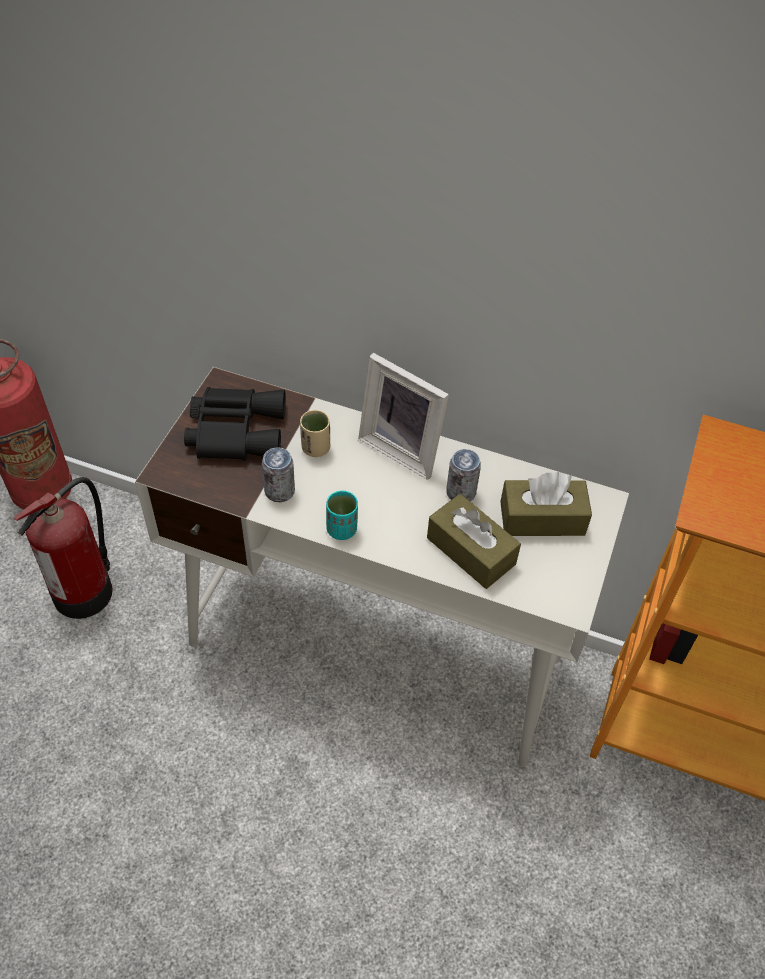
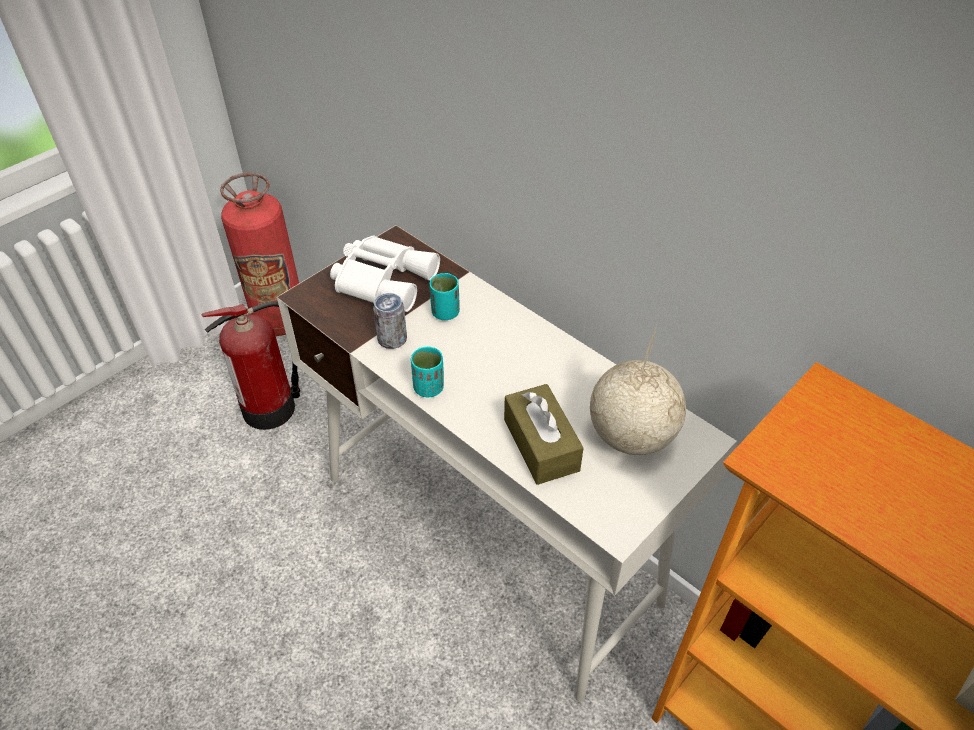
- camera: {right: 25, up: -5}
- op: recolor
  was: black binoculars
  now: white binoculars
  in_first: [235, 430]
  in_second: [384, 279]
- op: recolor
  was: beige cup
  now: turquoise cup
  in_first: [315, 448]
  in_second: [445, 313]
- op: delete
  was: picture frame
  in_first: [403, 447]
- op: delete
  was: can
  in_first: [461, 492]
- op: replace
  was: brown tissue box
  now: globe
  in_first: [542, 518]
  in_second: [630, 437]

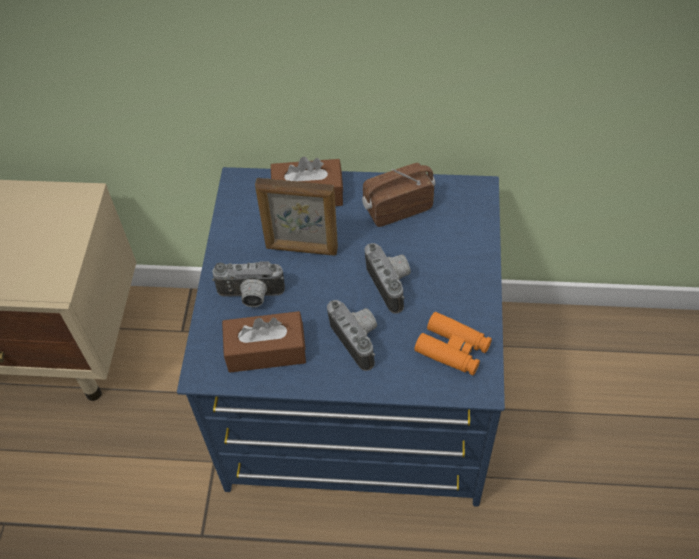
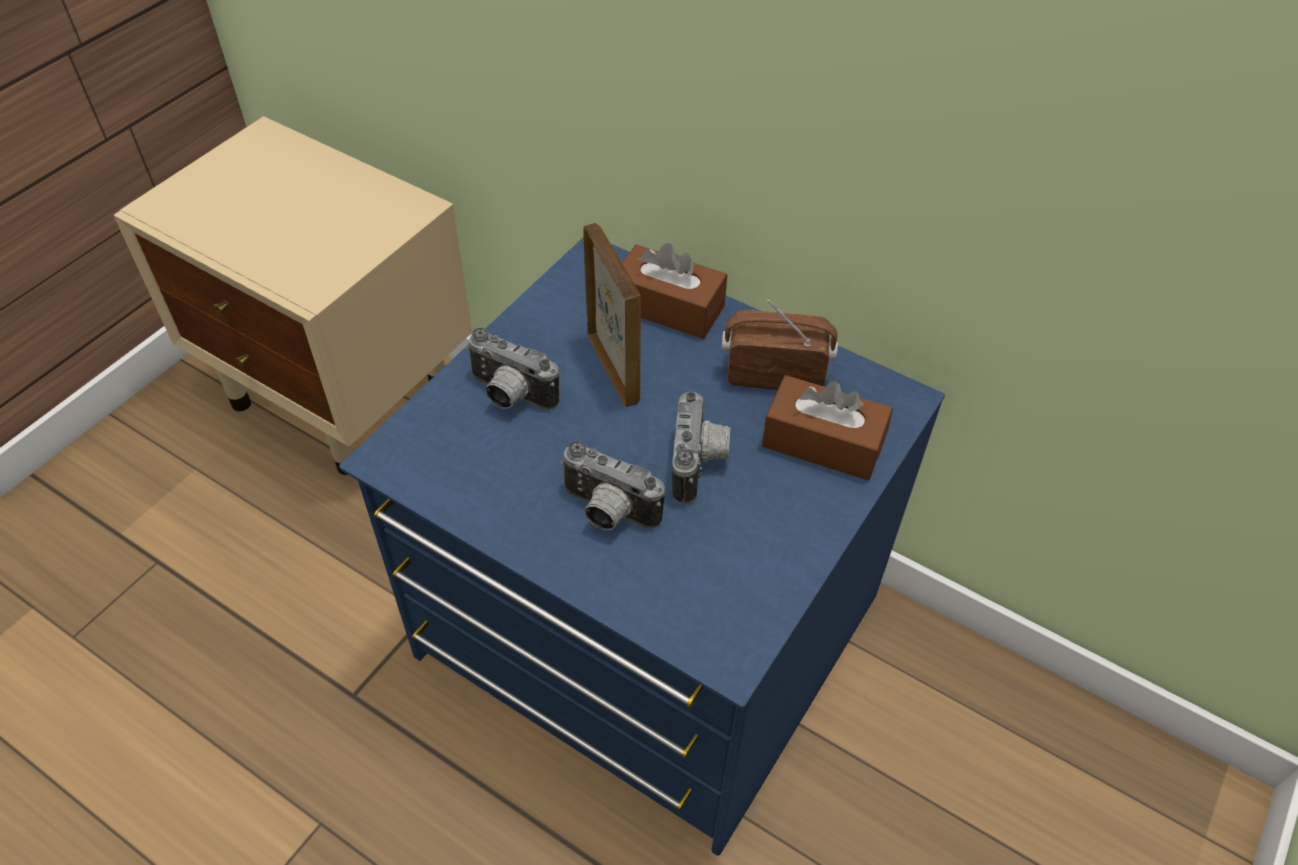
- camera: {right: 25, up: -5}
- op: move
  was: brown tissue box
  in_first: [266, 350]
  in_second: [823, 442]
- op: rotate
  was: picture frame
  in_first: [301, 249]
  in_second: [613, 368]
  clockwise: -150
- op: rotate
  was: photo camera
  in_first: [359, 339]
  in_second: [606, 512]
  clockwise: 120
- op: delete
  was: orange binoculars
  in_first: [453, 349]

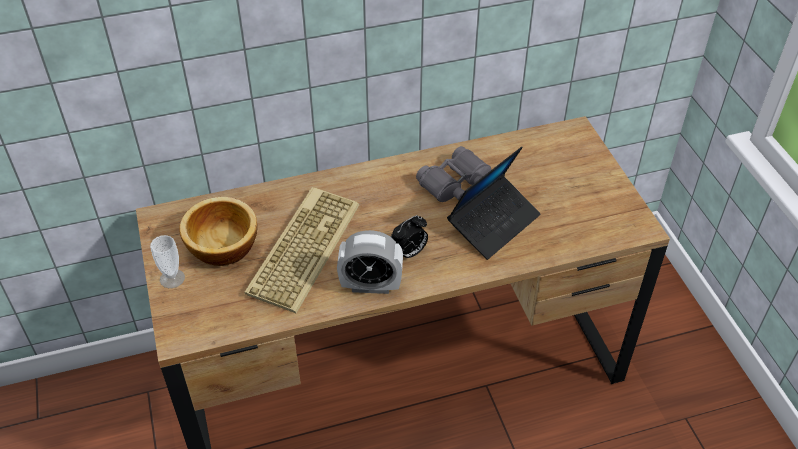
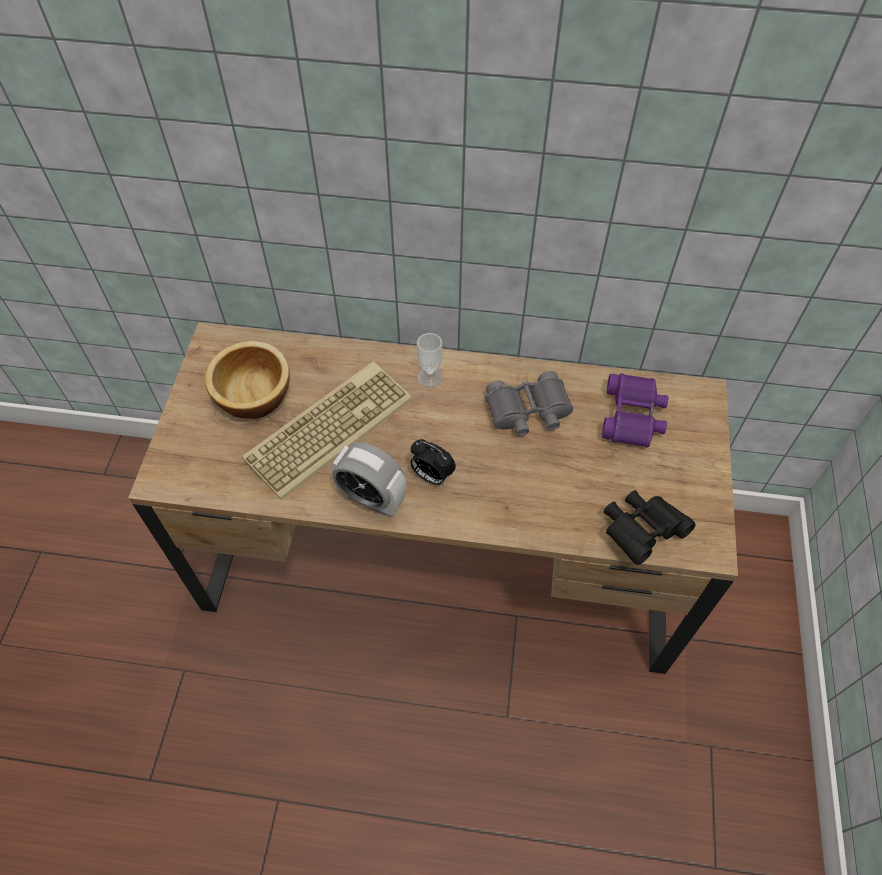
- camera: {right: 25, up: 10}
- op: move
  was: cup
  in_first: [172, 278]
  in_second: [430, 377]
- op: rotate
  was: alarm clock
  in_first: [409, 253]
  in_second: [431, 476]
  clockwise: 45
- op: delete
  was: laptop
  in_first: [493, 223]
- op: insert
  now: purple binoculars
  in_second: [633, 416]
- op: insert
  now: black binoculars
  in_second: [641, 531]

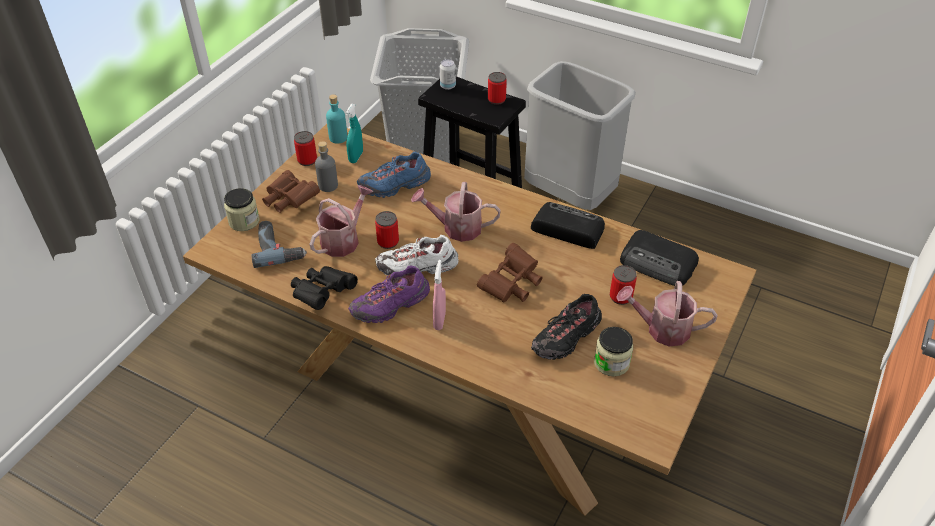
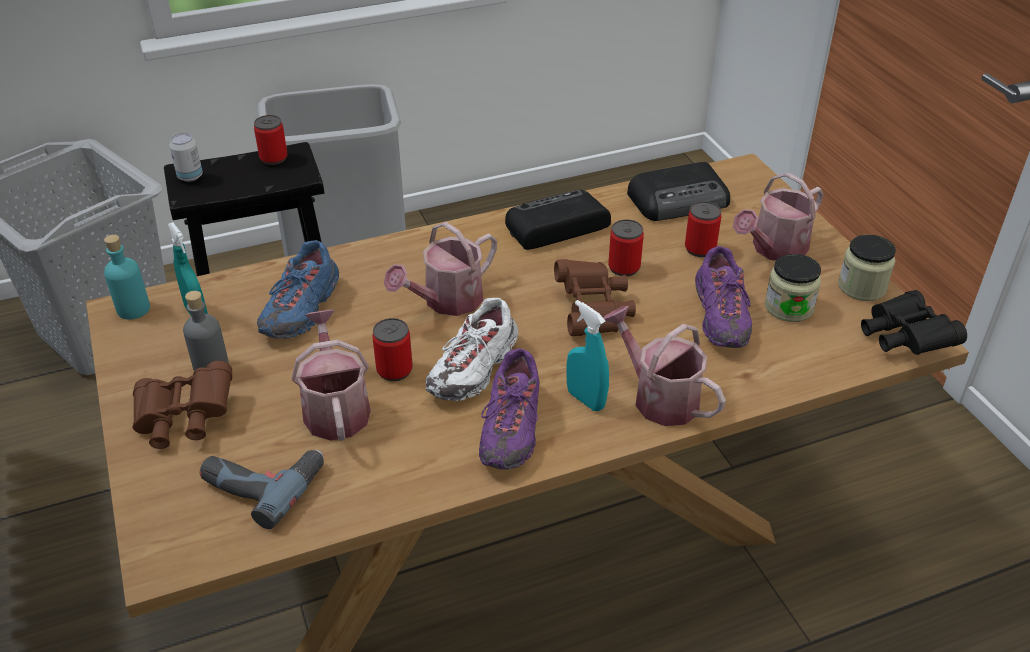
- camera: {right: -50, up: -5}
- op: move
  was: jar
  in_first: [244, 221]
  in_second: [861, 287]
- op: move
  was: black binoculars
  in_first: [322, 294]
  in_second: [903, 339]
- op: move
  was: can
  in_first: [307, 160]
  in_second: [624, 267]
- op: recolor
  was: pink spray bottle
  now: turquoise spray bottle
  in_first: [439, 320]
  in_second: [585, 399]
- op: recolor
  was: black shoe
  now: purple shoe
  in_first: [566, 338]
  in_second: [720, 317]
- op: insert
  now: watering can
  in_second: [659, 397]

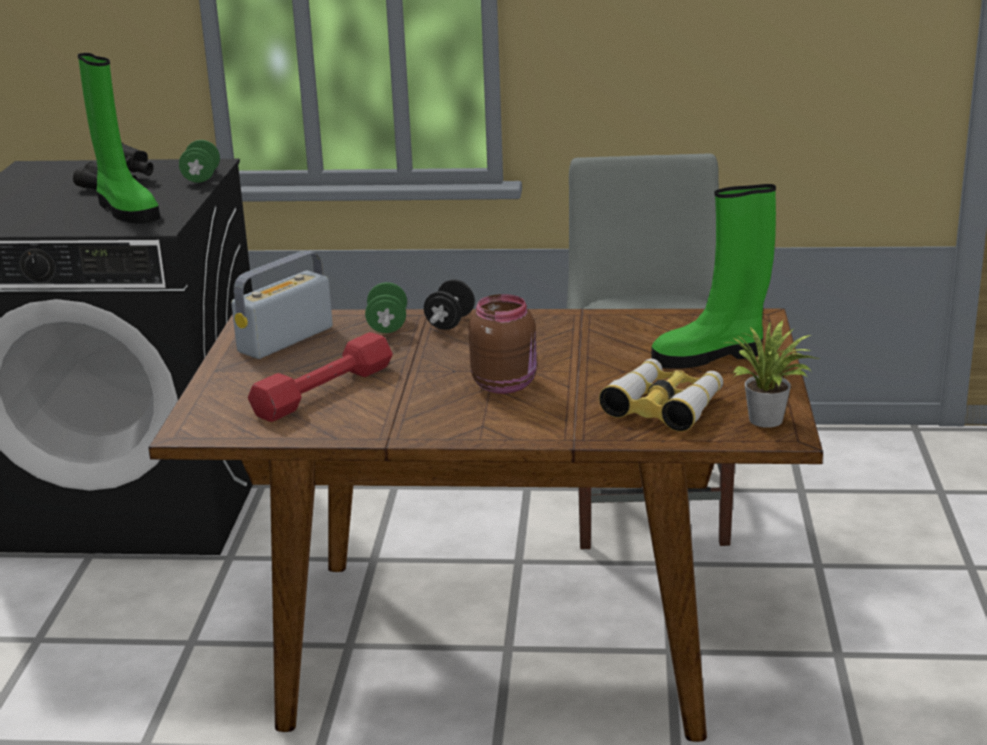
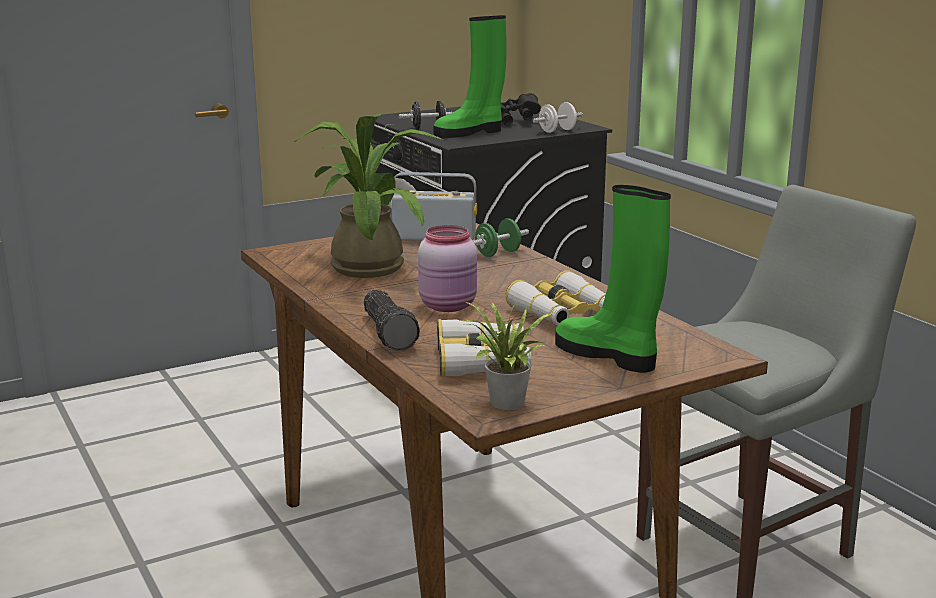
- camera: {right: 55, up: -5}
- op: rotate
  was: green boot
  in_first: [125, 210]
  in_second: [470, 132]
  clockwise: 45
- op: recolor
  was: green dumbbell
  now: white dumbbell
  in_first: [201, 178]
  in_second: [557, 131]
- op: replace
  was: red dumbbell
  now: potted plant
  in_first: [323, 391]
  in_second: [368, 265]
- op: move
  was: black dumbbell
  in_first: [450, 323]
  in_second: [428, 128]
- op: recolor
  was: brown jar
  now: pink jar
  in_first: [505, 384]
  in_second: [449, 306]
- op: insert
  now: flashlight
  in_second: [390, 333]
- op: insert
  now: binoculars
  in_second: [562, 313]

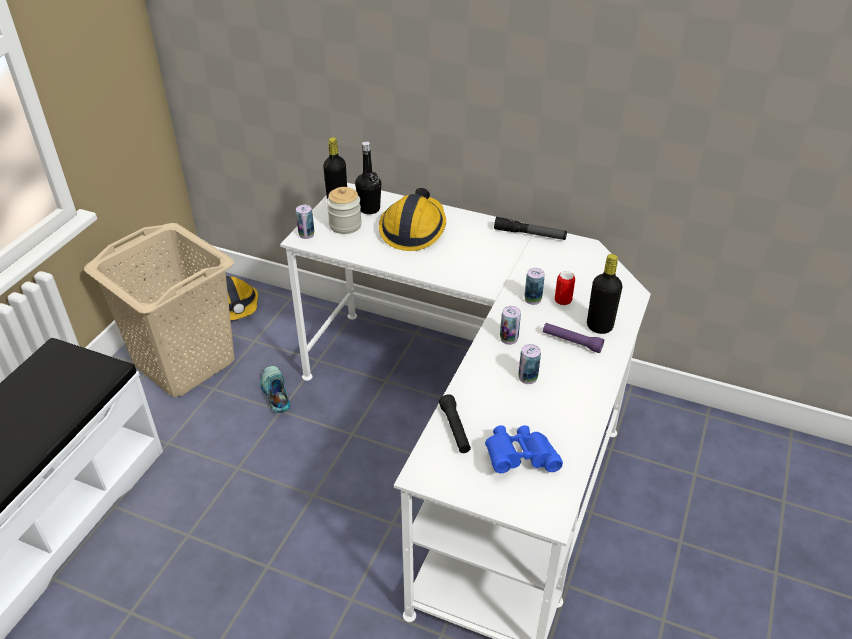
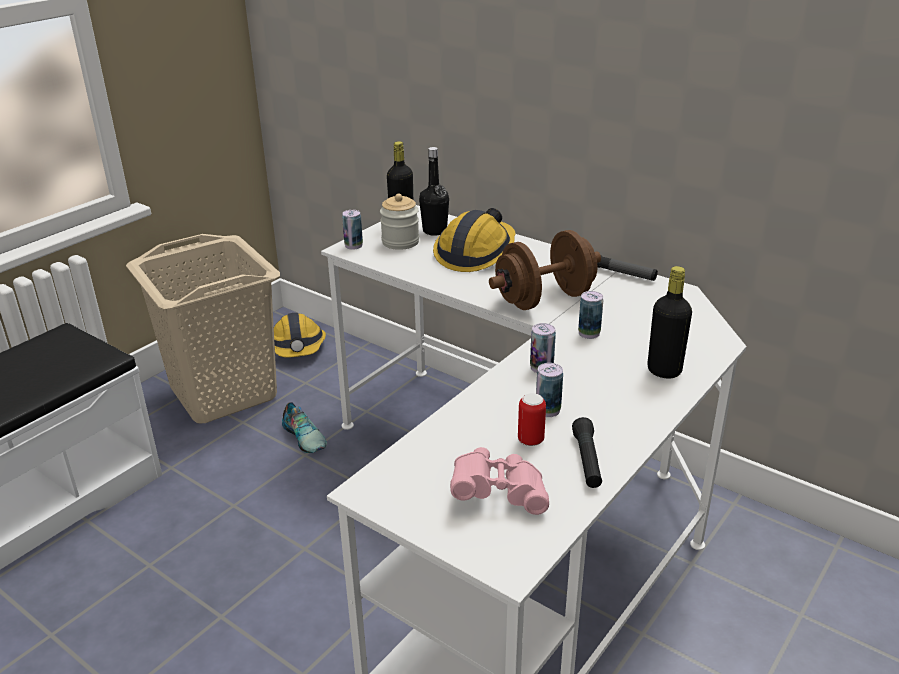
- camera: {right: 15, up: -10}
- op: rotate
  was: shoe
  in_first: [274, 393]
  in_second: [305, 436]
  clockwise: 150
- op: move
  was: black flashlight
  in_first: [455, 429]
  in_second: [587, 461]
- op: recolor
  was: blue binoculars
  now: pink binoculars
  in_first: [519, 458]
  in_second: [499, 494]
- op: delete
  was: purple flashlight
  in_first: [572, 342]
- op: move
  was: can
  in_first: [563, 301]
  in_second: [530, 440]
- op: insert
  now: brown dumbbell
  in_second: [544, 299]

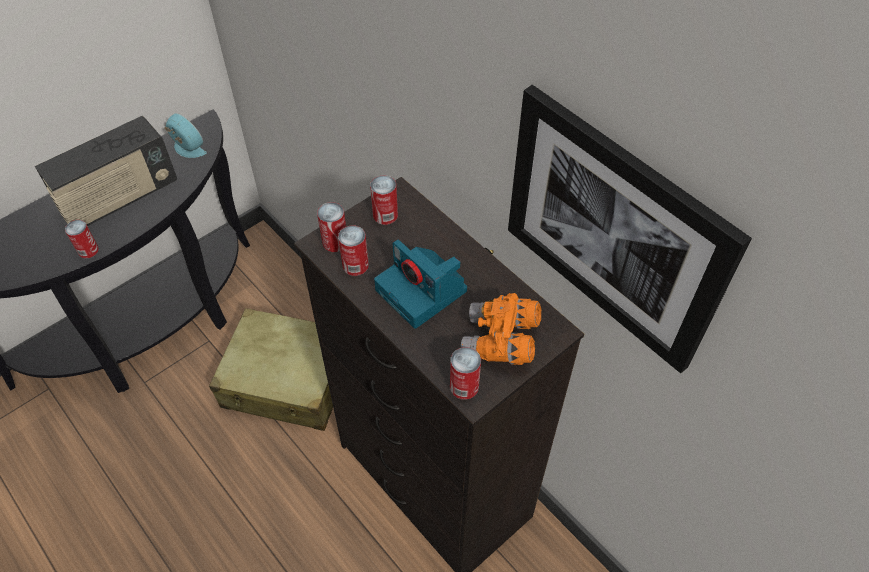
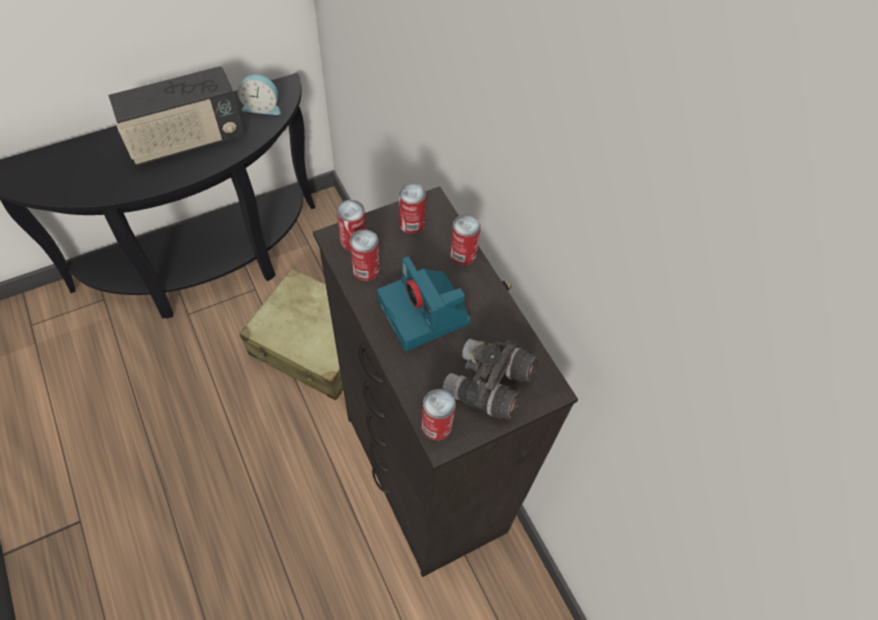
- camera: {right: 10, up: 5}
- op: move
  was: can
  in_first: [88, 250]
  in_second: [463, 254]
- op: rotate
  was: alarm clock
  in_first: [187, 149]
  in_second: [262, 106]
  clockwise: 135
- op: recolor
  was: orange binoculars
  now: grey binoculars
  in_first: [500, 342]
  in_second: [488, 386]
- op: delete
  was: picture
  in_first: [613, 229]

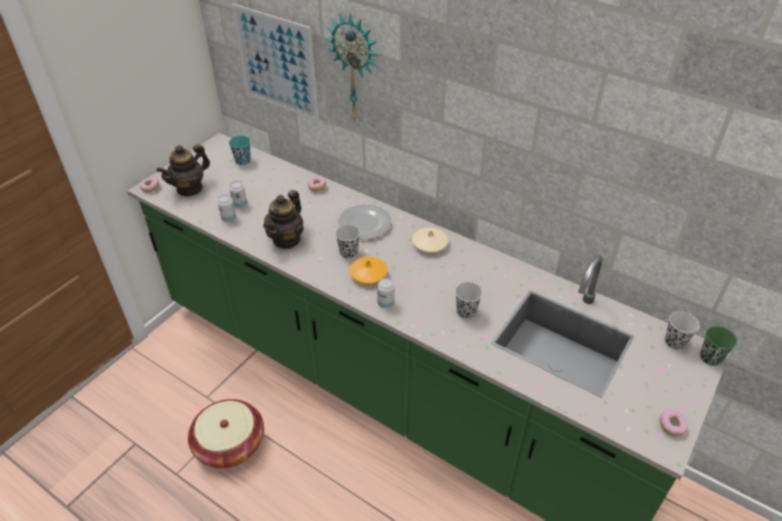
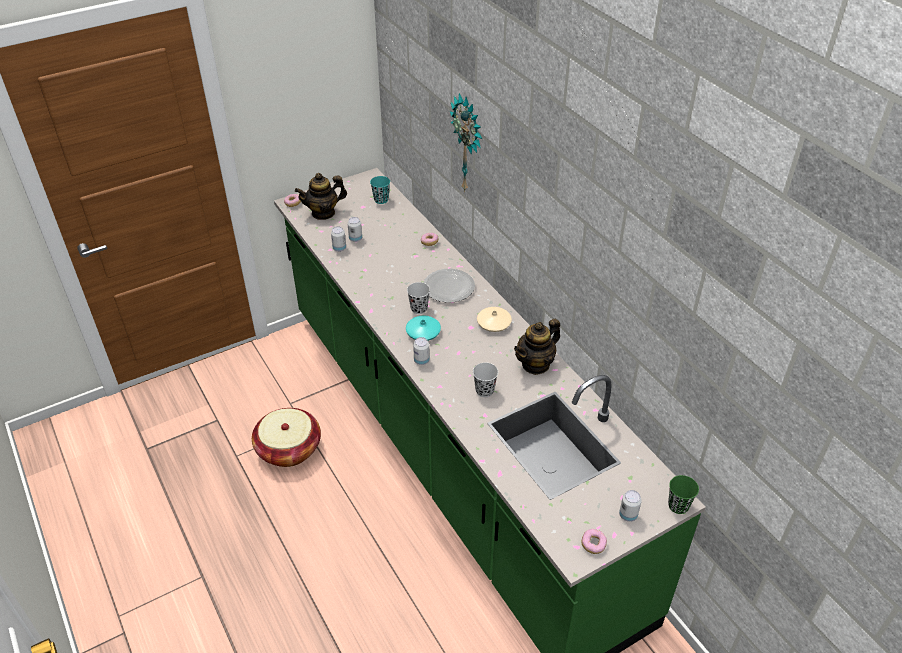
- camera: {right: 25, up: 0}
- op: delete
  was: picture
  in_first: [276, 63]
- op: move
  was: teapot
  in_first: [286, 239]
  in_second: [535, 364]
- op: recolor
  was: orange vase
  now: turquoise vase
  in_first: [368, 274]
  in_second: [423, 332]
- op: delete
  was: black cup
  in_first: [674, 342]
- op: insert
  now: can
  in_second: [628, 515]

